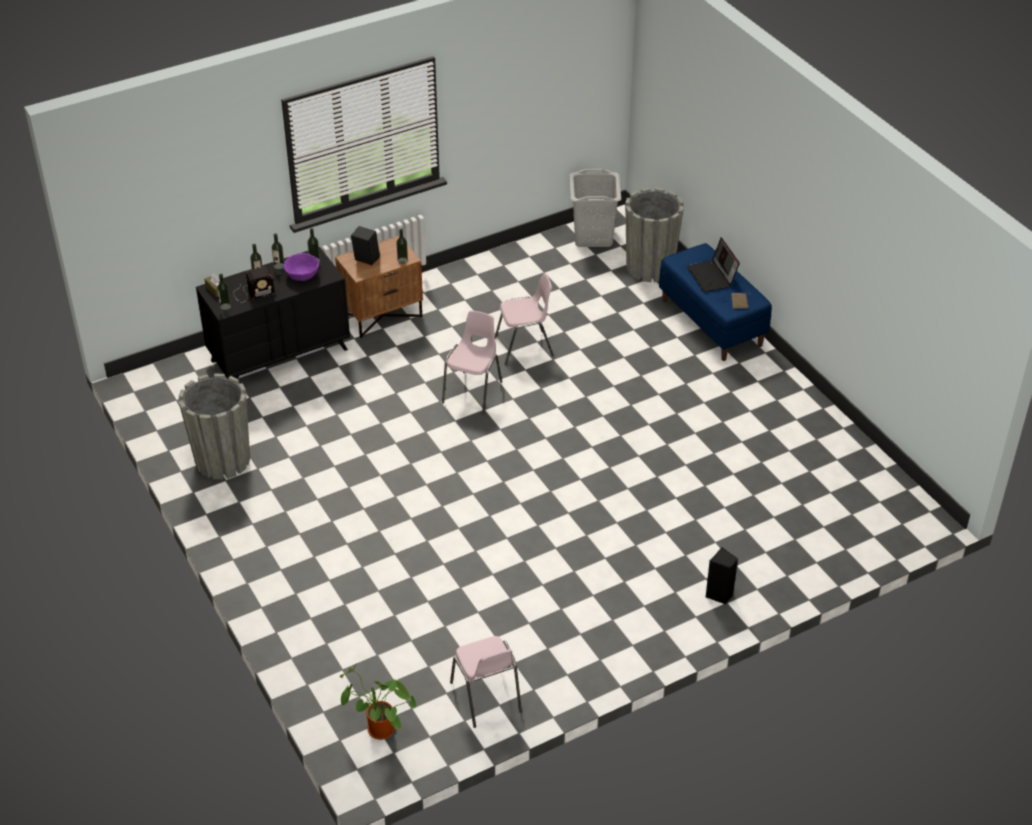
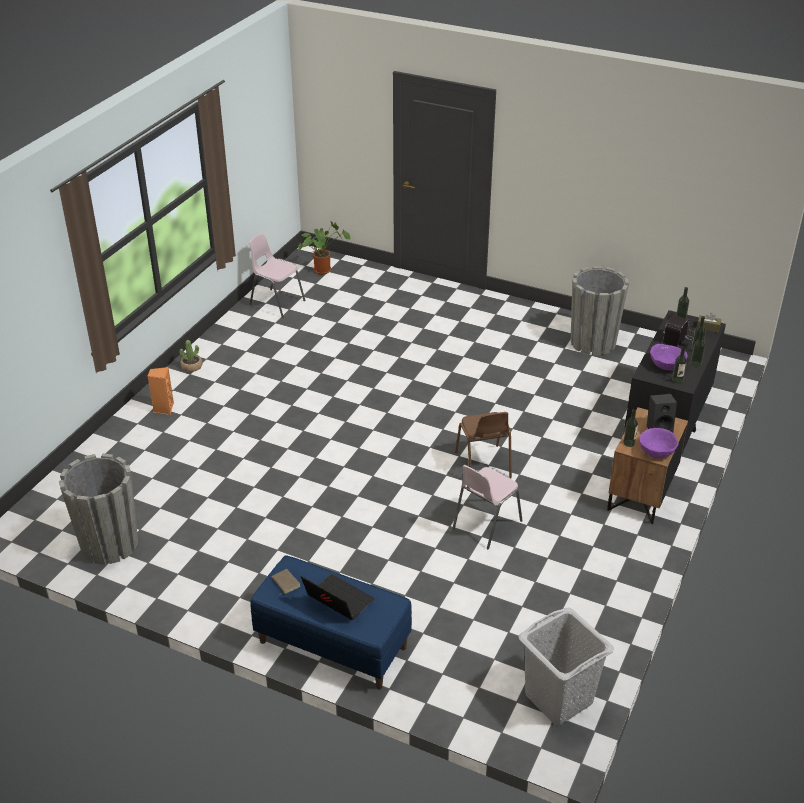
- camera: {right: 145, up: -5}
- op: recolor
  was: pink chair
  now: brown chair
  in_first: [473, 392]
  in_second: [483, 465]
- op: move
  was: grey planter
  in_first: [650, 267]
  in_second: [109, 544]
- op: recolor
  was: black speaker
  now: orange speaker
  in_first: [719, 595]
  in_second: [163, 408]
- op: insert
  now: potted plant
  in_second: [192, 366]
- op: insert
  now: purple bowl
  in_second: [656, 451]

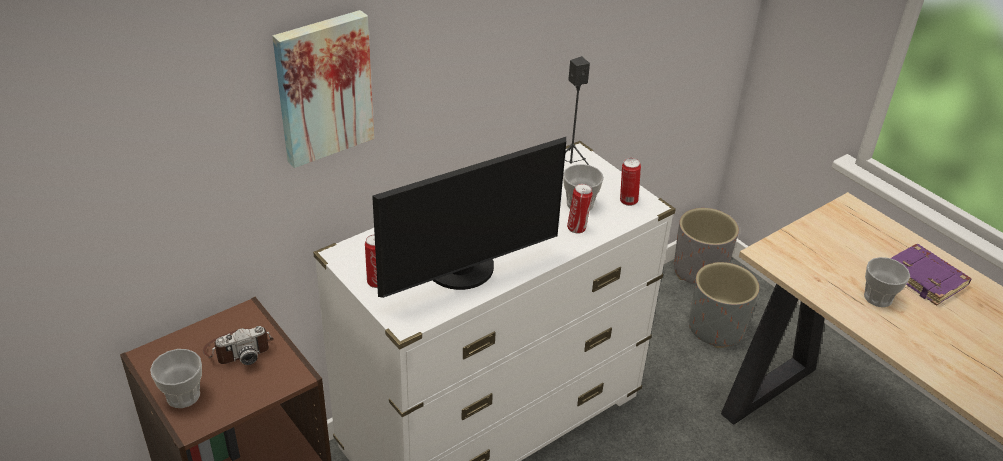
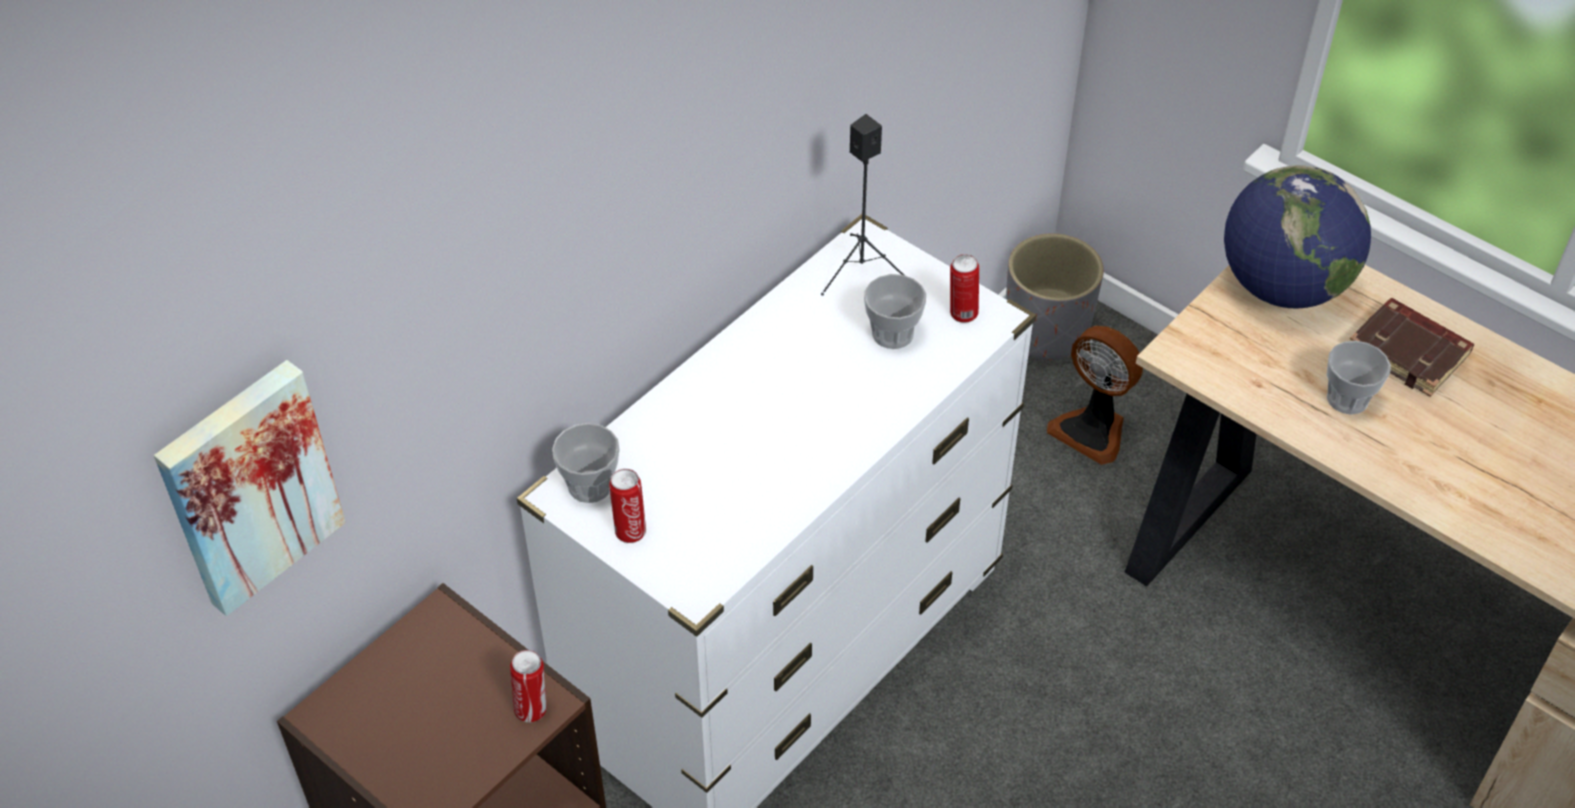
- camera: {right: -10, up: 10}
- op: move
  was: cup
  in_first: [183, 395]
  in_second: [590, 485]
- op: delete
  was: photo camera
  in_first: [239, 349]
- op: move
  was: picture
  in_first: [323, 87]
  in_second: [248, 484]
- op: delete
  was: monitor
  in_first: [464, 271]
- op: move
  was: can
  in_first: [577, 228]
  in_second: [532, 709]
- op: replace
  was: grey planter
  now: fan
  in_first: [716, 329]
  in_second: [1092, 430]
- op: recolor
  was: purple book
  now: brown book
  in_first: [926, 278]
  in_second: [1410, 352]
- op: insert
  now: globe
  in_second: [1282, 287]

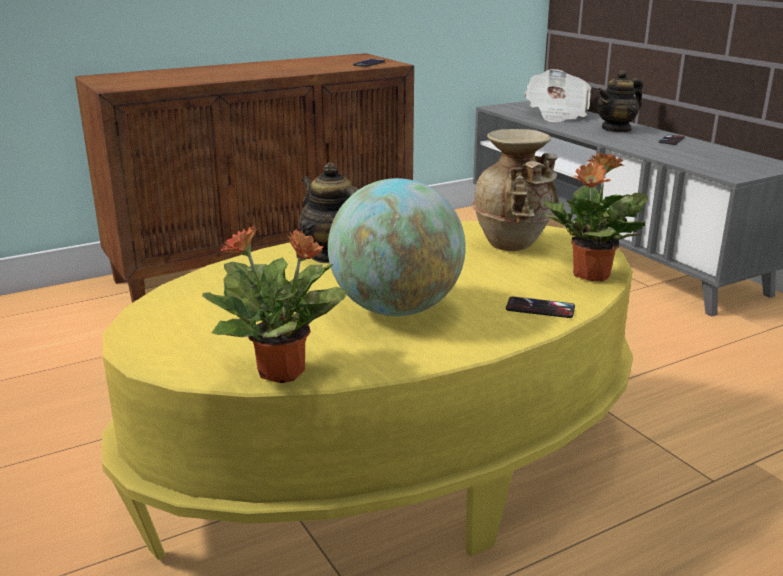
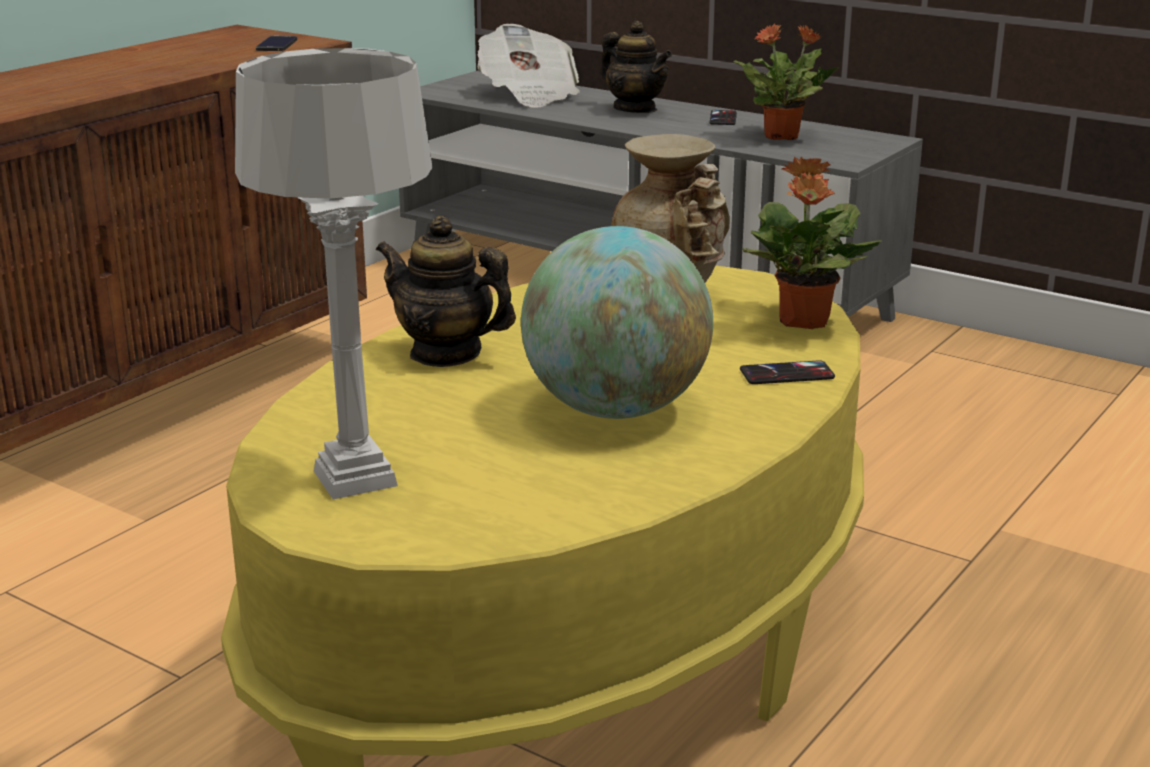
- camera: {right: -25, up: 0}
- op: move
  was: potted plant
  in_first: [283, 372]
  in_second: [783, 137]
- op: rotate
  was: teapot
  in_first: [616, 129]
  in_second: [635, 109]
  clockwise: -75
- op: insert
  now: grey table lamp
  in_second: [355, 478]

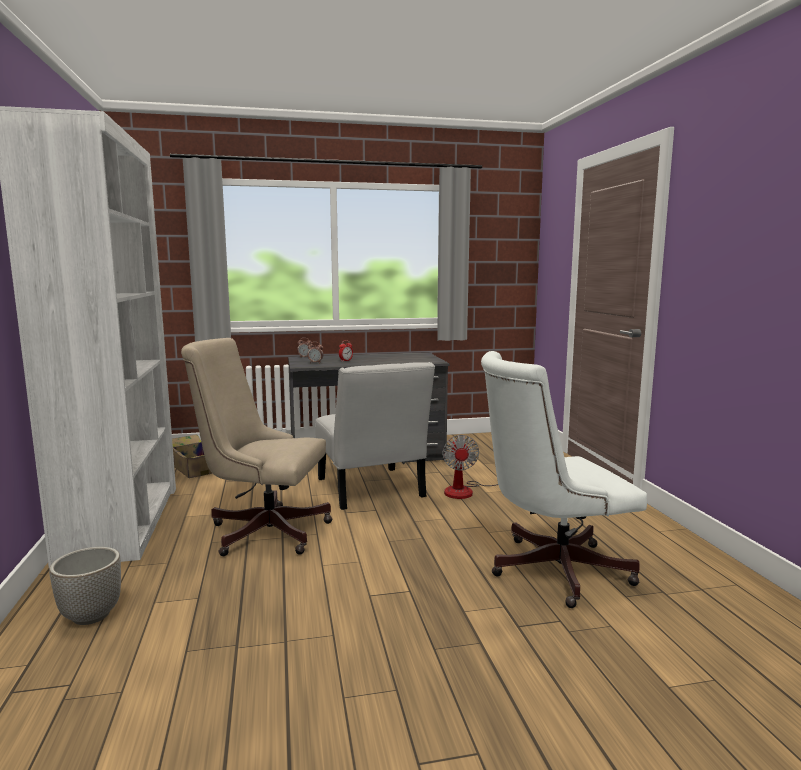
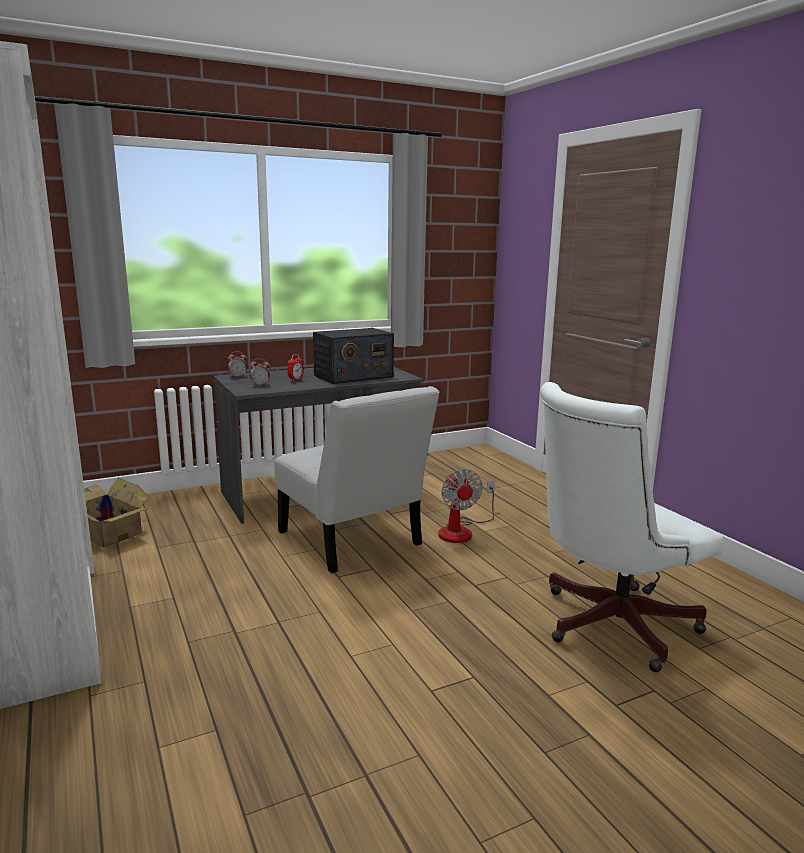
- camera: {right: -15, up: 5}
- op: delete
  was: planter
  in_first: [91, 615]
- op: delete
  was: beige office chair
  in_first: [262, 530]
- op: insert
  now: radio
  in_second: [353, 376]

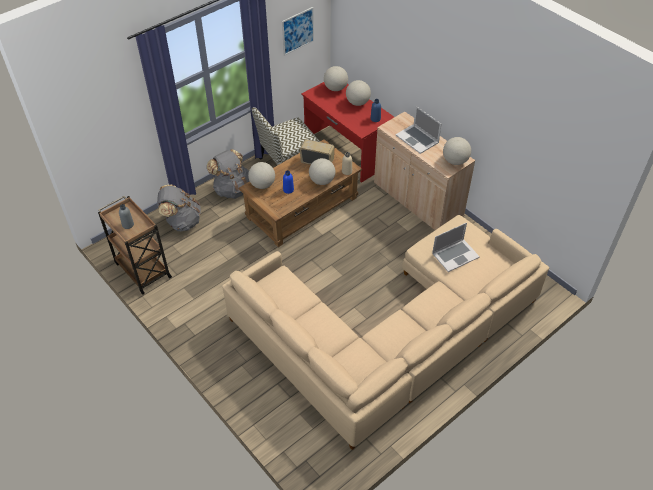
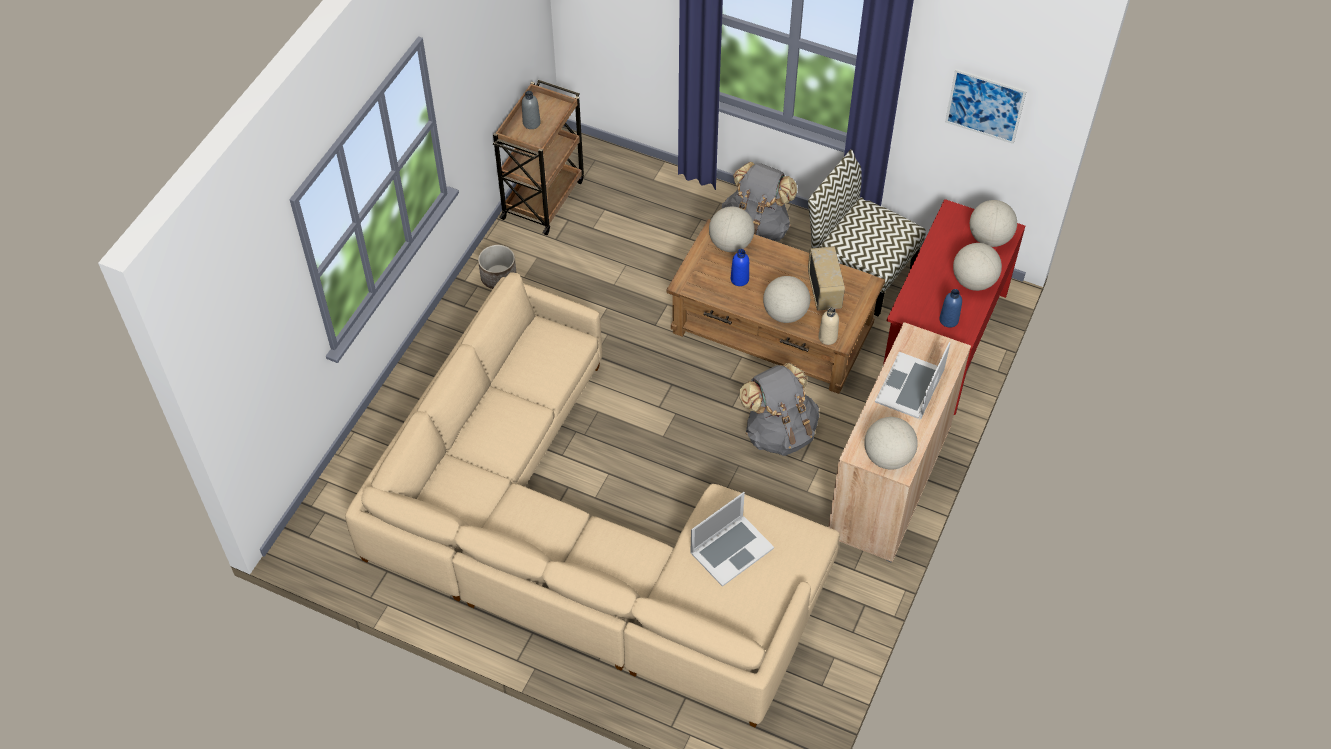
- camera: {right: 65, up: 5}
- op: move
  was: grey backpack
  in_first: [182, 221]
  in_second: [779, 431]
- op: rotate
  was: laptop
  in_first: [455, 255]
  in_second: [731, 550]
  clockwise: -75
- op: insert
  now: planter
  in_second: [499, 277]

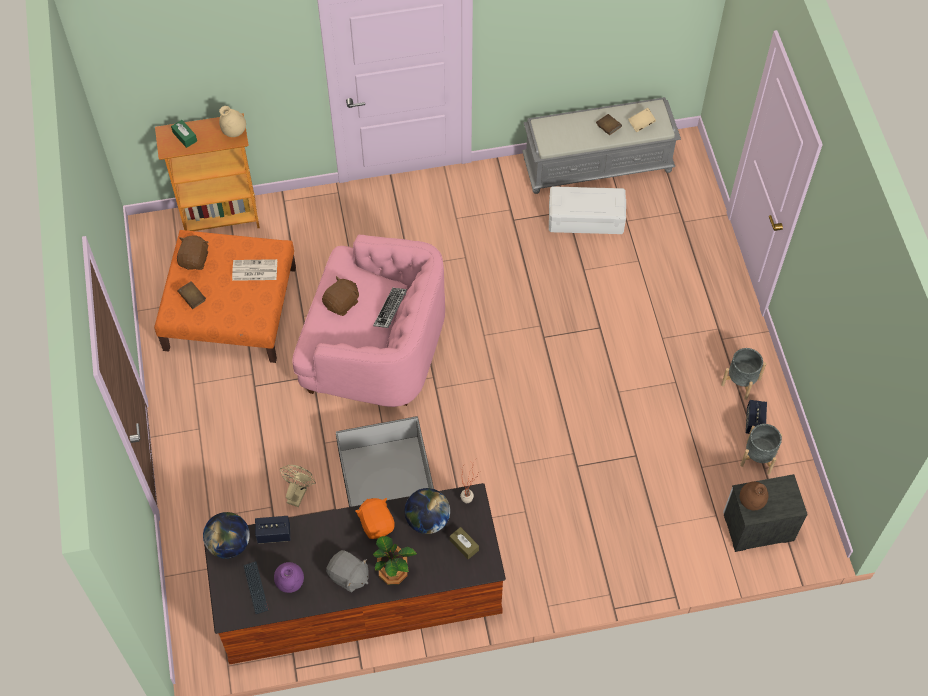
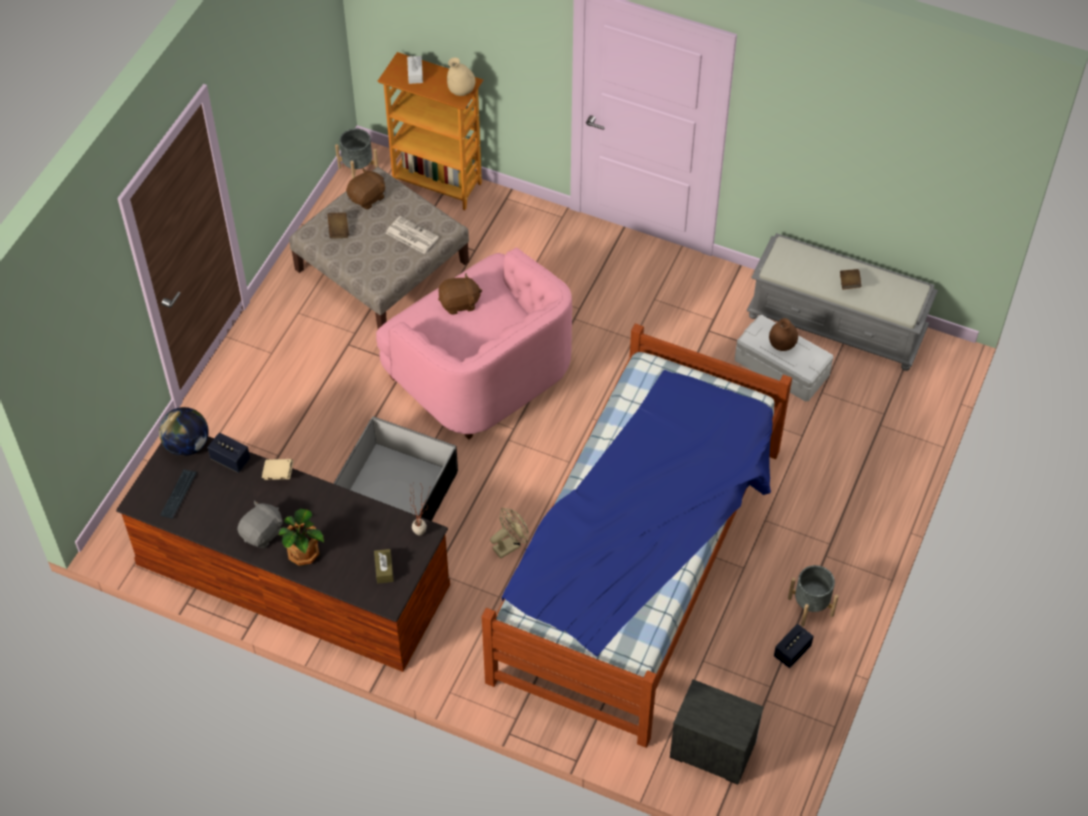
- camera: {right: 35, up: -5}
- op: recolor
  was: orange ottoman
  now: beige ottoman
  in_first: [229, 309]
  in_second: [381, 266]
- op: recolor
  was: green tissue box
  now: white tissue box
  in_first: [185, 137]
  in_second: [415, 74]
- op: delete
  was: purple vase
  in_first: [290, 583]
- op: move
  was: beige fan
  in_first: [298, 492]
  in_second: [510, 545]
- op: rotate
  was: grey plush toy
  in_first: [348, 576]
  in_second: [262, 533]
  clockwise: -120
- op: delete
  was: orange plush toy
  in_first: [377, 524]
- op: delete
  was: keyboard
  in_first: [390, 309]
- op: delete
  was: globe
  in_first: [427, 520]
- op: move
  was: beige book
  in_first: [641, 124]
  in_second: [278, 473]
- op: move
  was: grey planter
  in_first: [758, 457]
  in_second: [358, 170]
- op: move
  was: brown vase
  in_first: [751, 502]
  in_second: [781, 345]
- op: insert
  now: bed
  in_second: [640, 563]

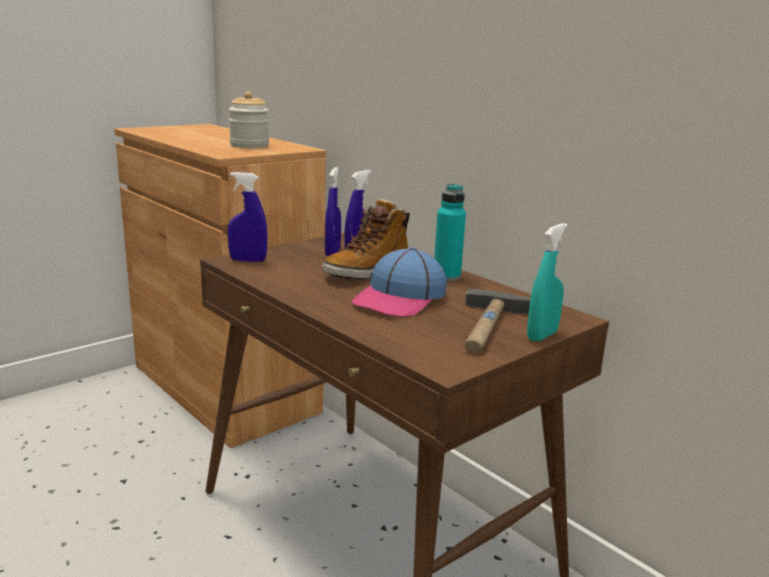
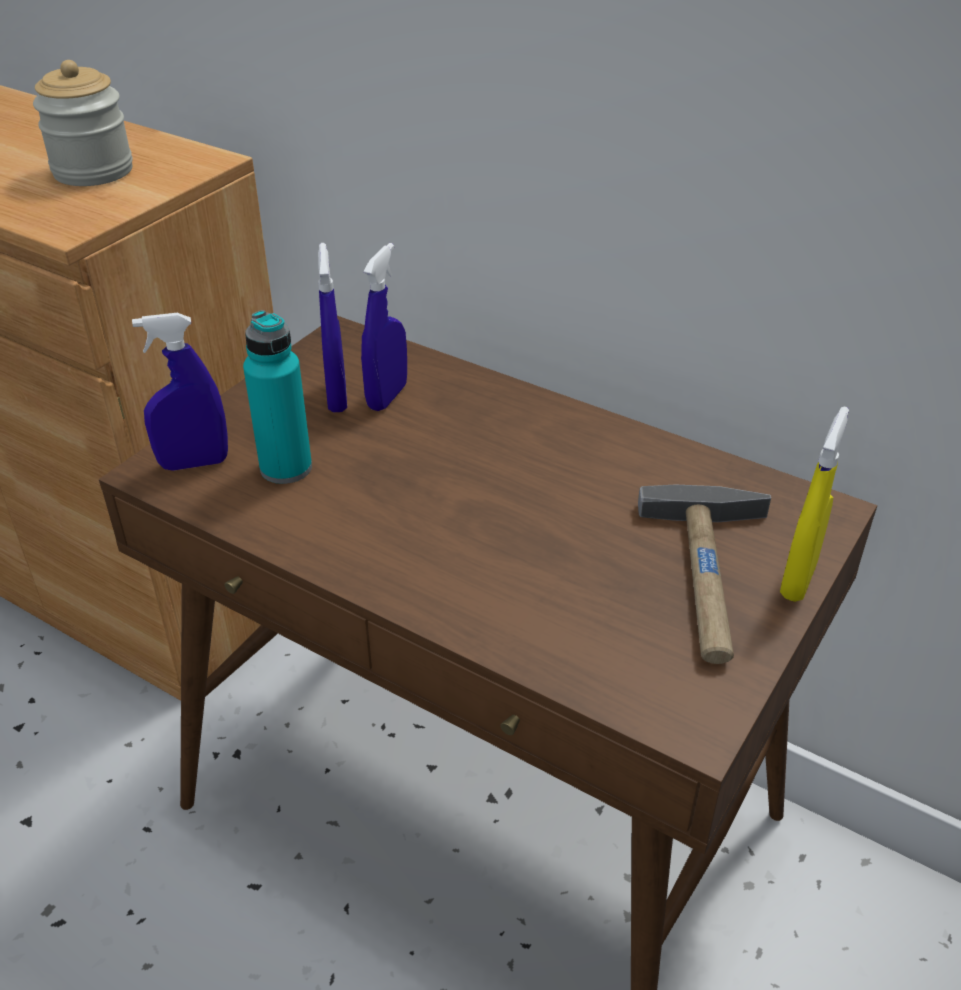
- camera: {right: -15, up: 20}
- op: delete
  was: boot
  in_first: [367, 271]
- op: delete
  was: cap
  in_first: [400, 299]
- op: move
  was: turquoise bottle
  in_first: [446, 276]
  in_second: [286, 468]
- op: recolor
  was: turquoise spray bottle
  now: yellow spray bottle
  in_first: [542, 335]
  in_second: [798, 580]

